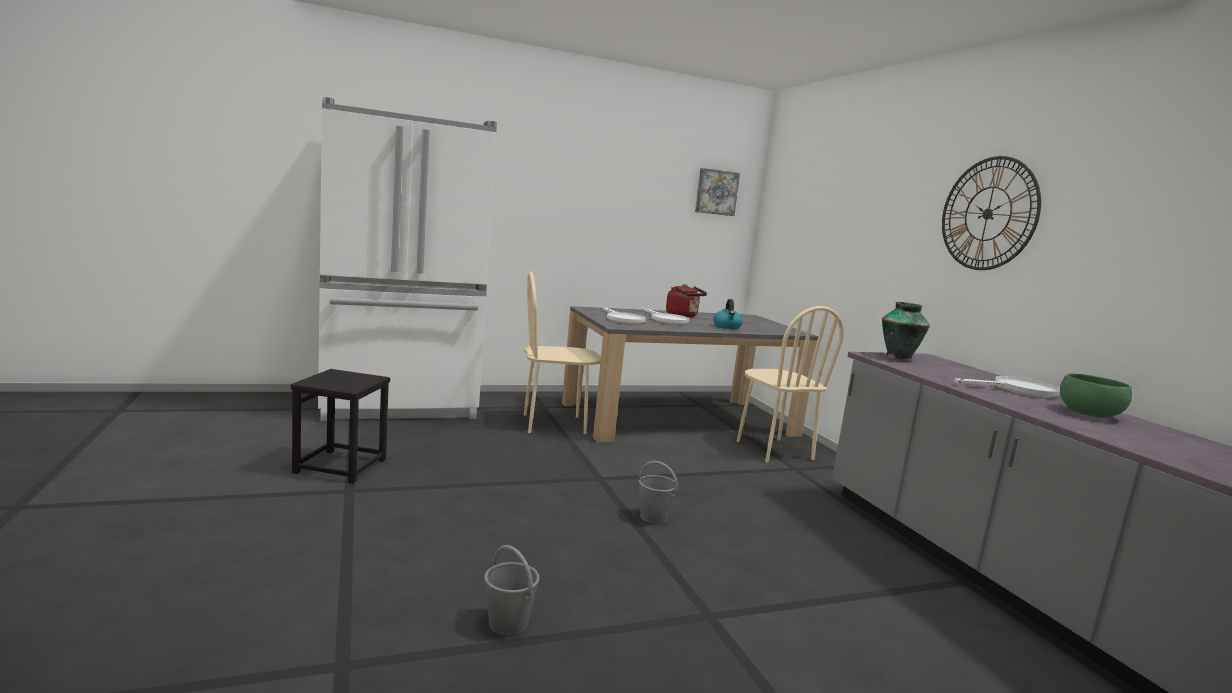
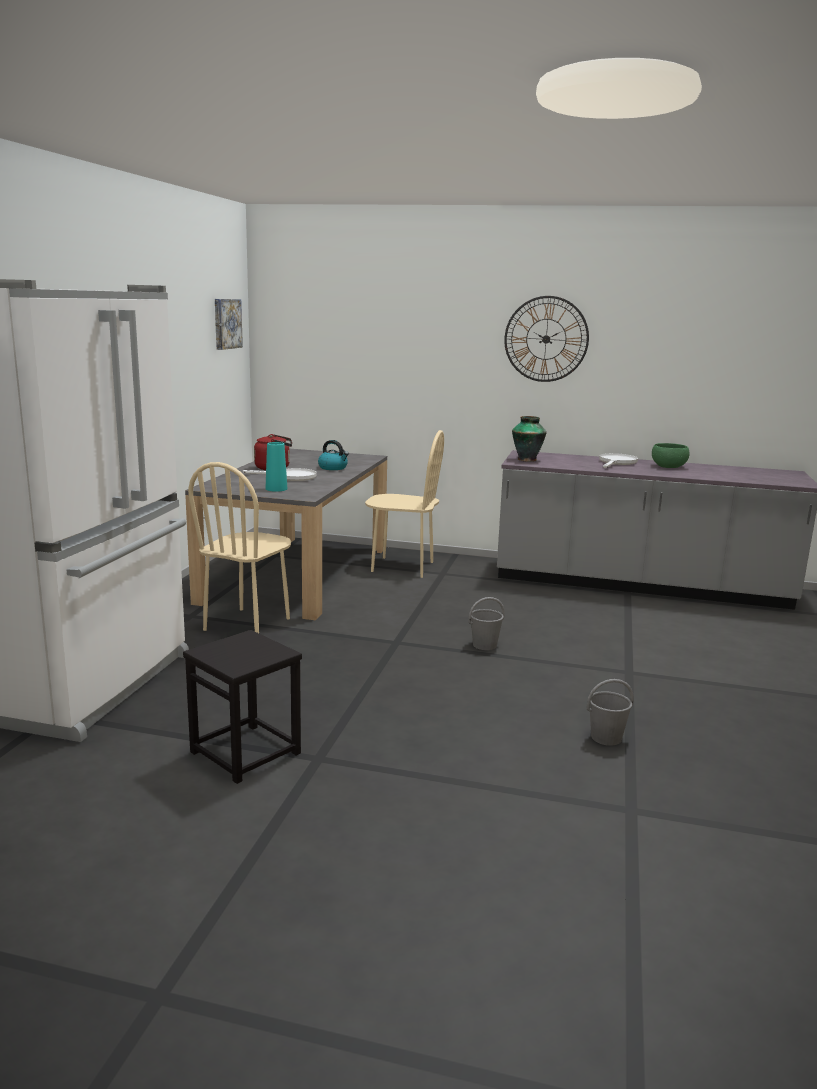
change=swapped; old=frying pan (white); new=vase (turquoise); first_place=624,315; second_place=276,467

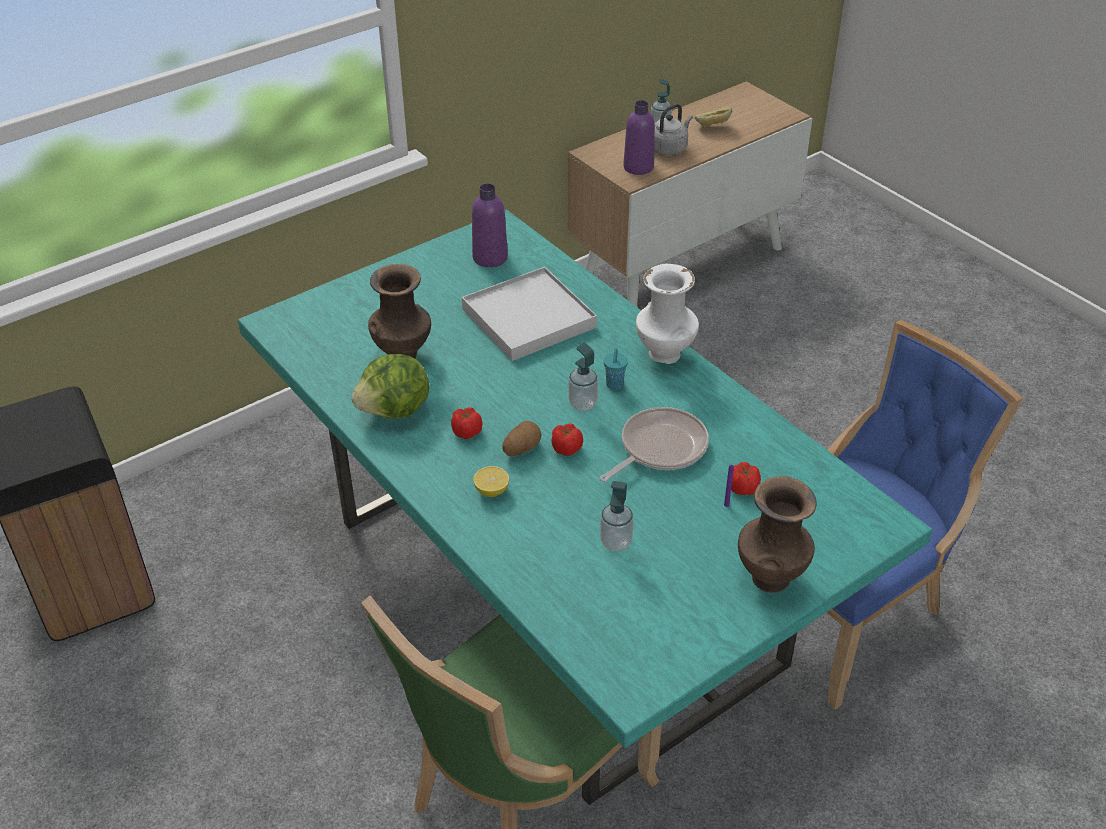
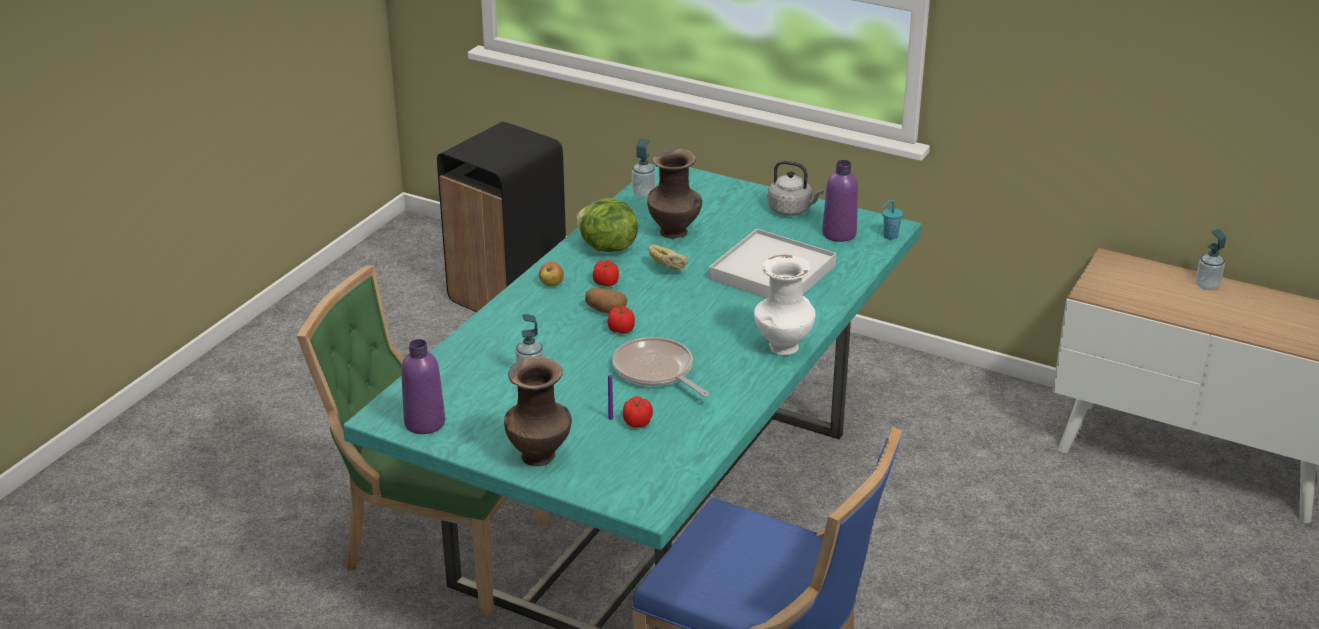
change=shifted; old=bottle (purple); first_place=639,137; second_place=423,386
change=new; new=apple; second_place=551,274
change=rotated; old=frying pan; first_place=654,444; second_place=660,367; degrees=-150
change=shifted; old=soap dispenser; first_place=583,377; second_place=644,168
change=shifted; old=bread; first_place=713,117; second_place=668,257
change=shifted; old=kettle (grey); first_place=673,130; second_place=796,188
change=shifted; old=cup (turquoise); first_place=616,369; second_place=892,219
change=gone; old=lemon; first_place=491,481

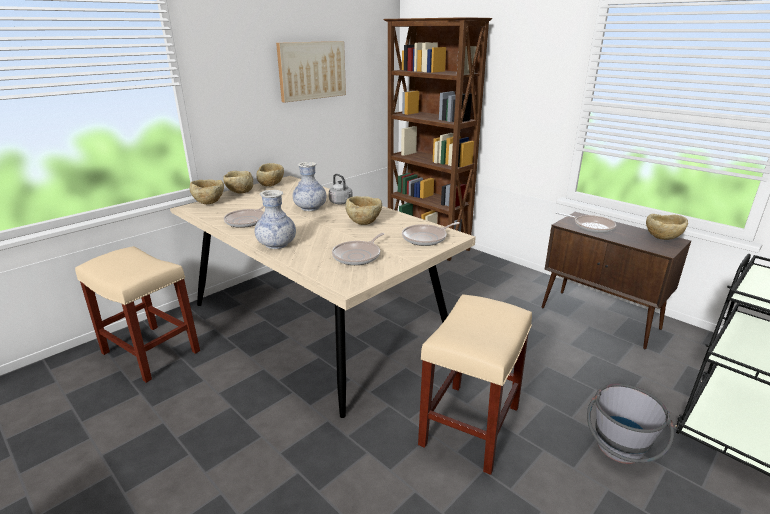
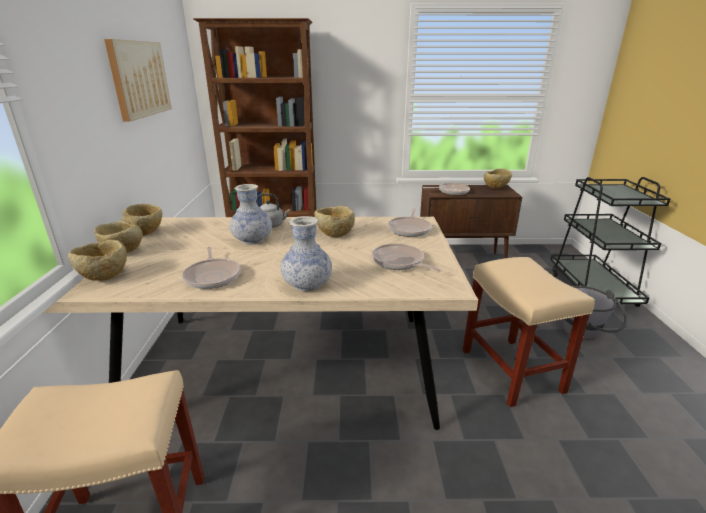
change=rotated; old=frying pan; first_place=358,249; second_place=406,257; degrees=150

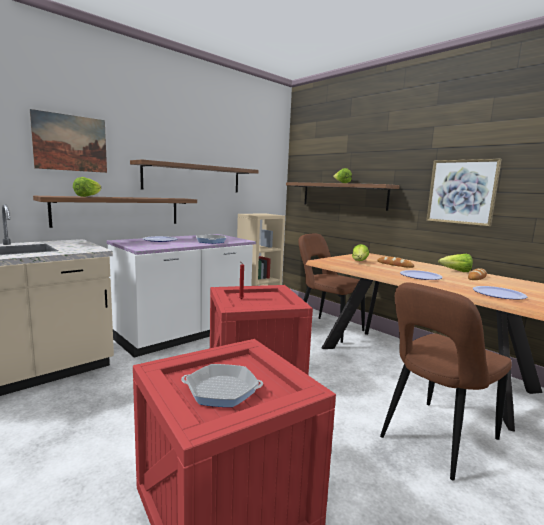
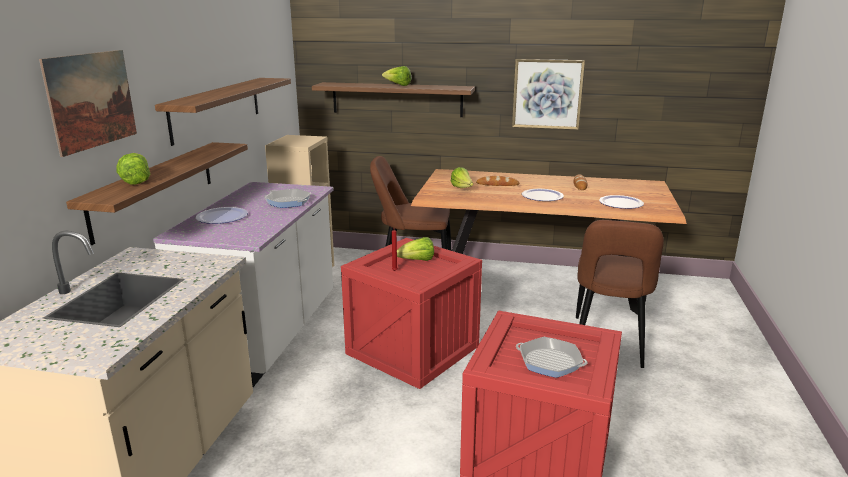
change=shifted; old=lettuce; first_place=455,263; second_place=415,249
change=rotated; old=frying pan; first_place=222,385; second_place=552,357; degrees=-120

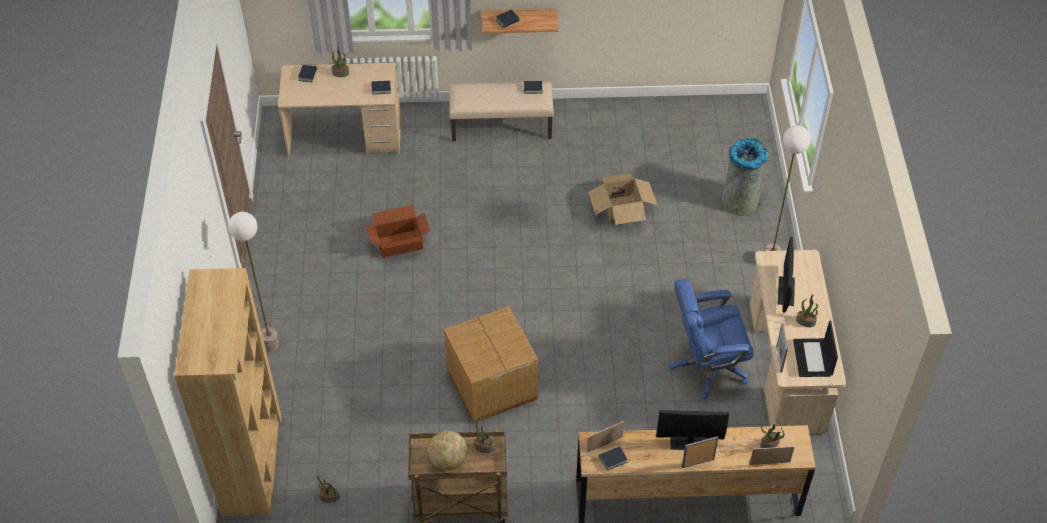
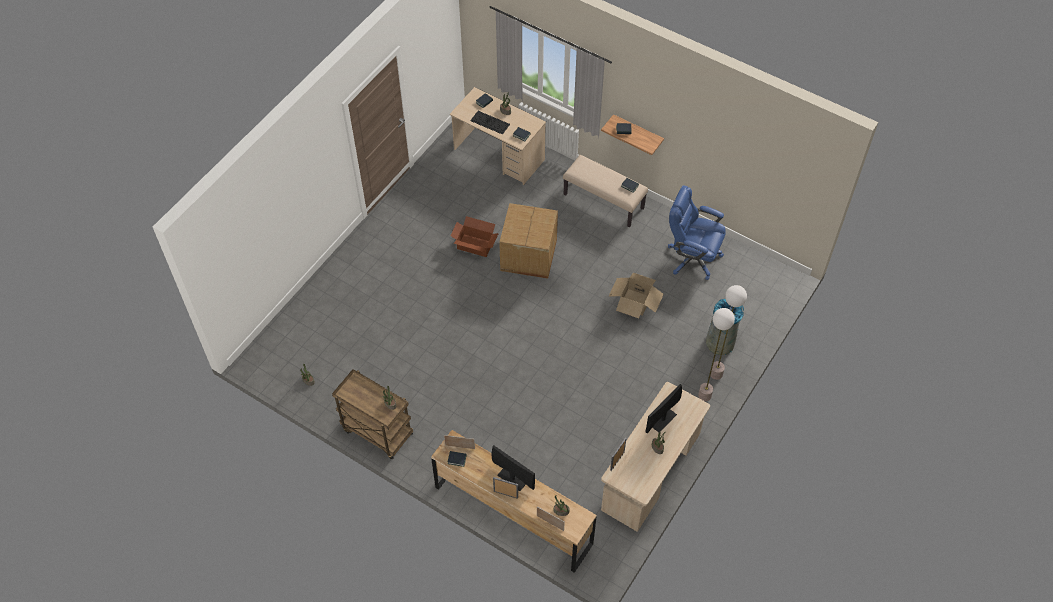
change=new; new=keyboard; second_place=490,123
change=shifted; old=cardboard box; first_place=491,364; second_place=528,241
change=shifted; old=office chair (blue); first_place=711,339; second_place=697,233
change=shifted; old=floor lamp; first_place=253,282; second_place=728,332
change=gone; old=bookcase (brown); first_place=228,392
change=gone; old=globe; first_place=447,450
change=gone; old=laptop; first_place=815,348

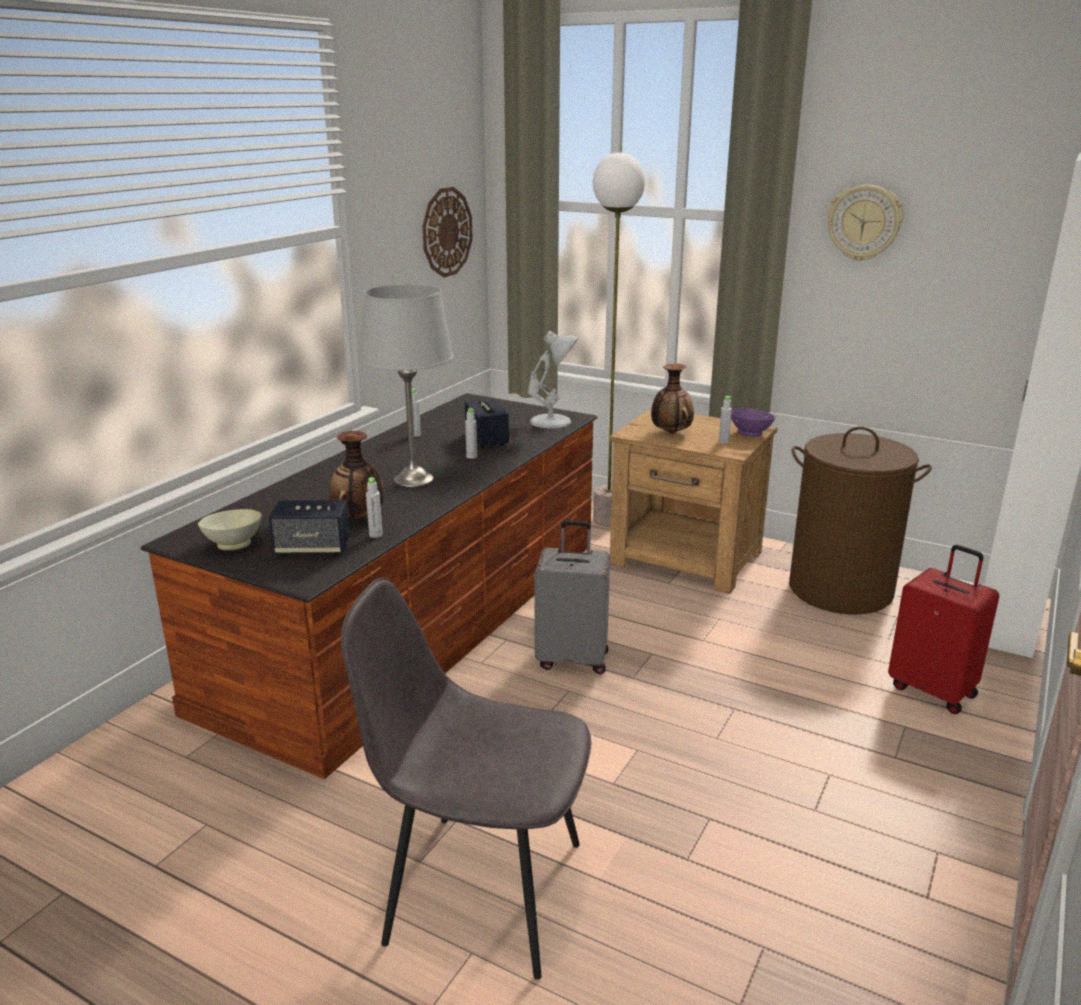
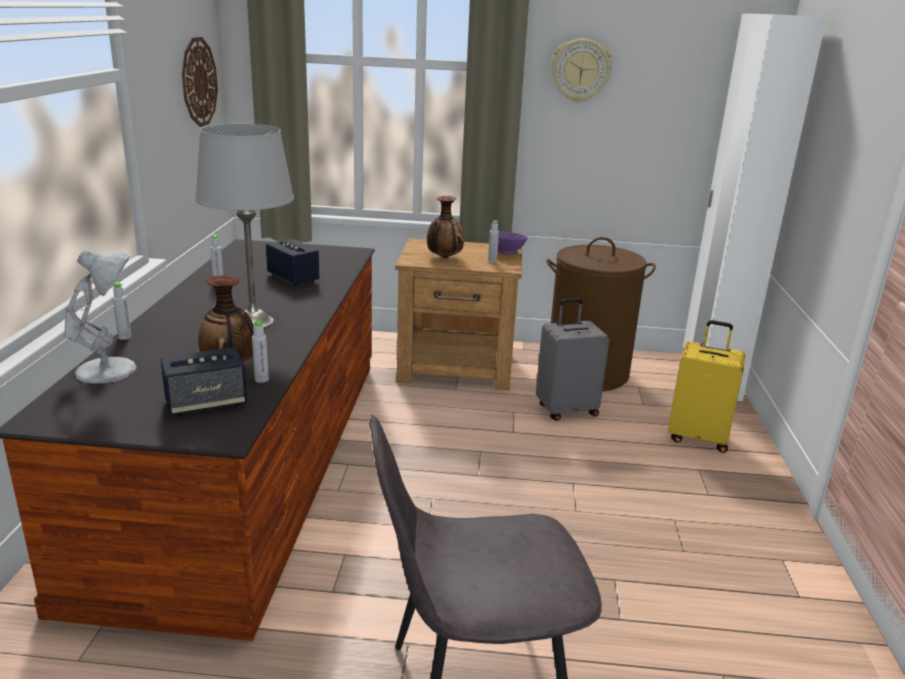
change=shifted; old=table lamp (white); first_place=552,380; second_place=100,316
change=shifted; old=bottle (grey); first_place=471,433; second_place=122,311
change=shifted; old=suitcase (grey); first_place=572,597; second_place=572,359
change=repainted; old=suitcase (red); new=suitcase (yellow); first_place=943,629; second_place=706,386
change=gone; old=bowl (beige); first_place=230,529
change=gone; old=floor lamp; first_place=619,339

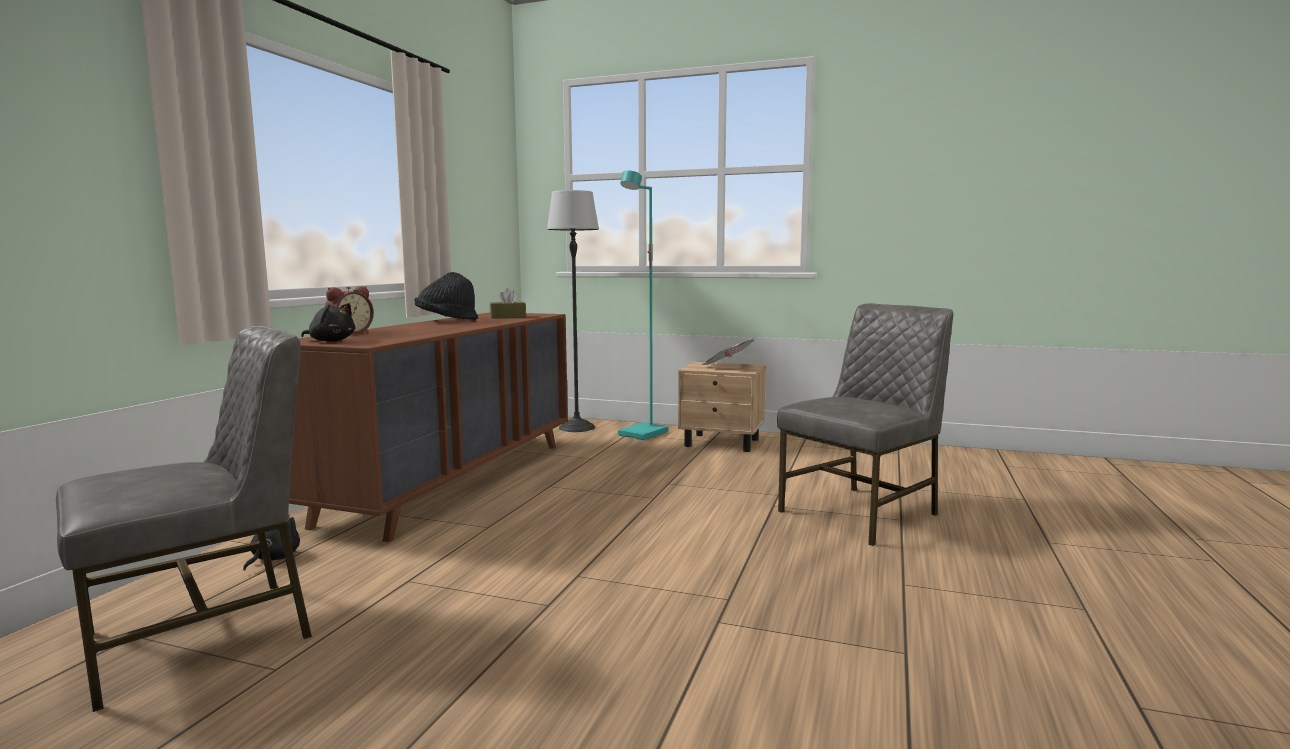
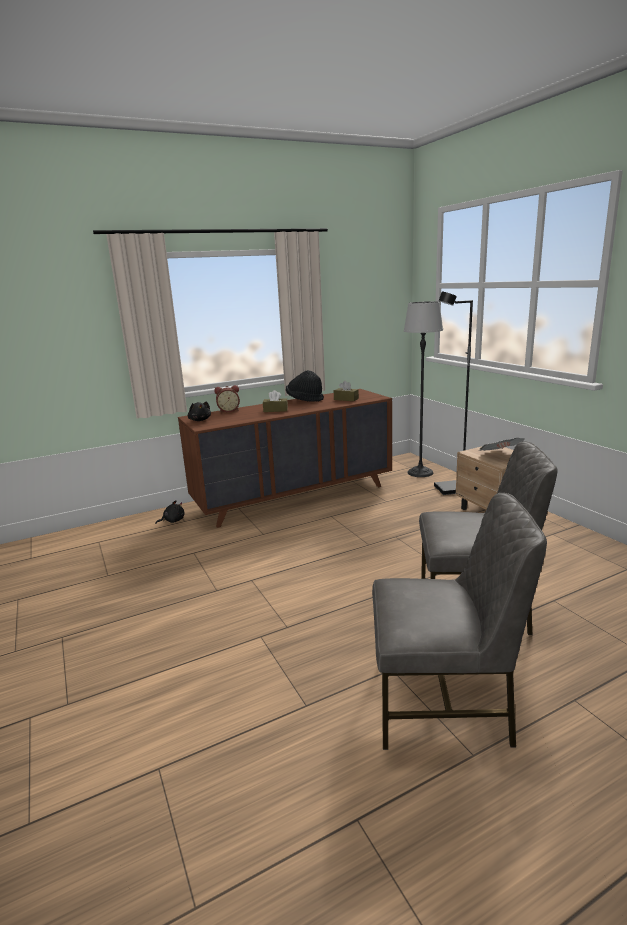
change=new; new=tissue box (brown); second_place=275,401
change=shifted; old=chair (grey); first_place=184,519; second_place=459,621
change=repainted; old=floor lamp (turquoise); new=floor lamp (black); first_place=643,305; second_place=453,393

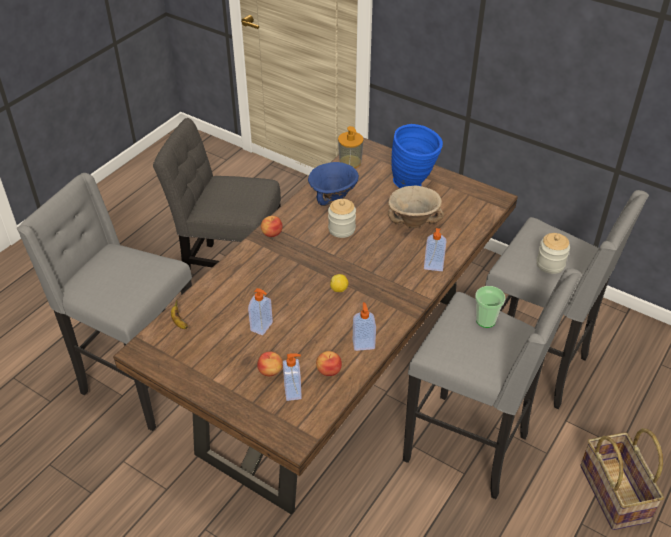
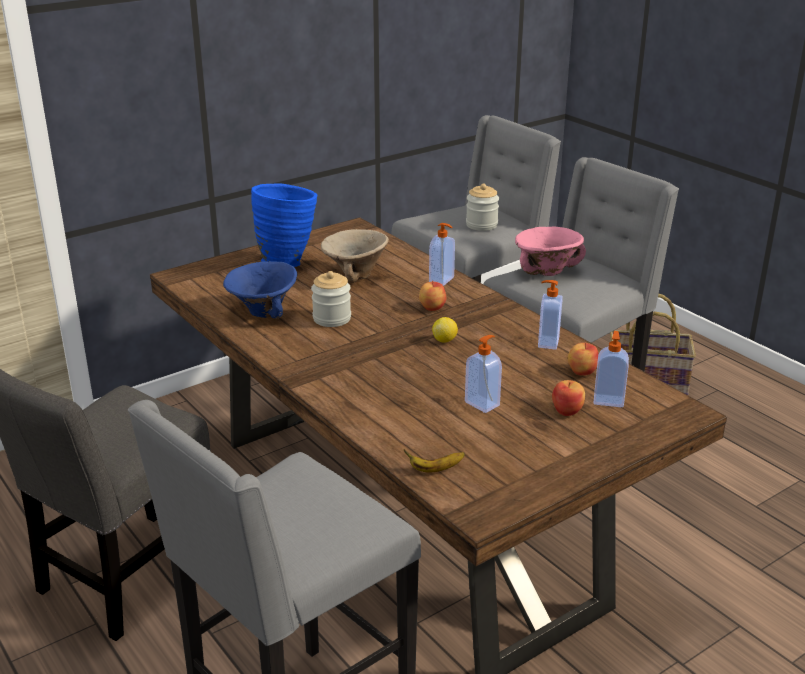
change=shifted; old=apple; first_place=272,226; second_place=432,296
change=swapped; old=cup; new=bowl (pink); first_place=490,307; second_place=550,251
change=gone; old=soap dispenser; first_place=351,147

